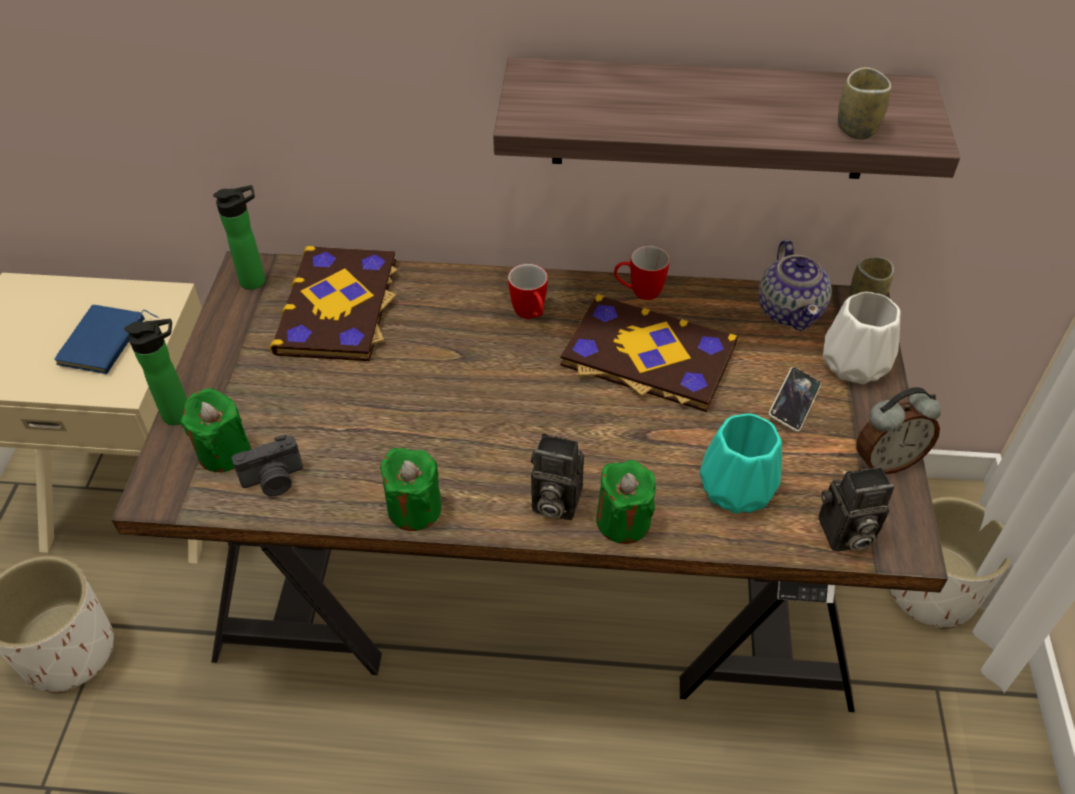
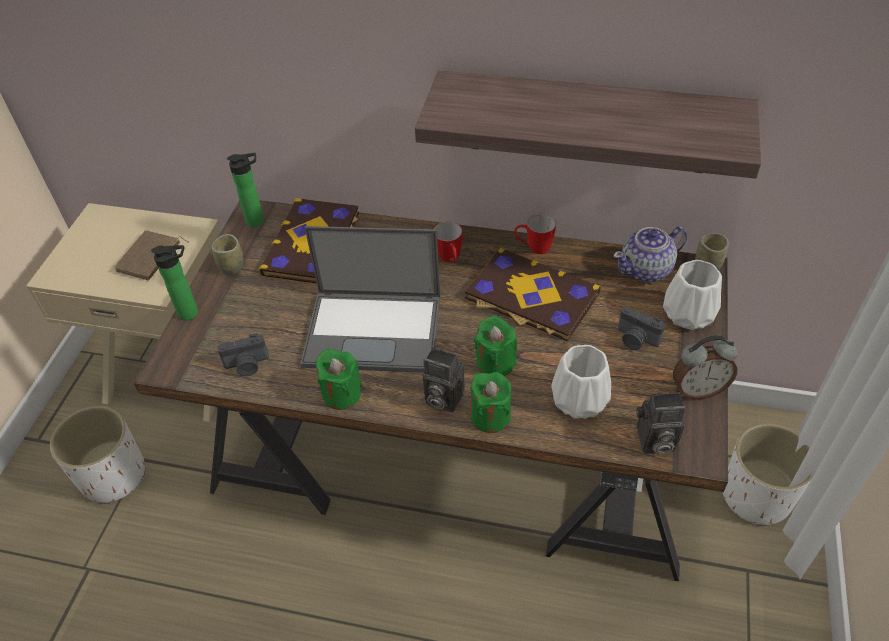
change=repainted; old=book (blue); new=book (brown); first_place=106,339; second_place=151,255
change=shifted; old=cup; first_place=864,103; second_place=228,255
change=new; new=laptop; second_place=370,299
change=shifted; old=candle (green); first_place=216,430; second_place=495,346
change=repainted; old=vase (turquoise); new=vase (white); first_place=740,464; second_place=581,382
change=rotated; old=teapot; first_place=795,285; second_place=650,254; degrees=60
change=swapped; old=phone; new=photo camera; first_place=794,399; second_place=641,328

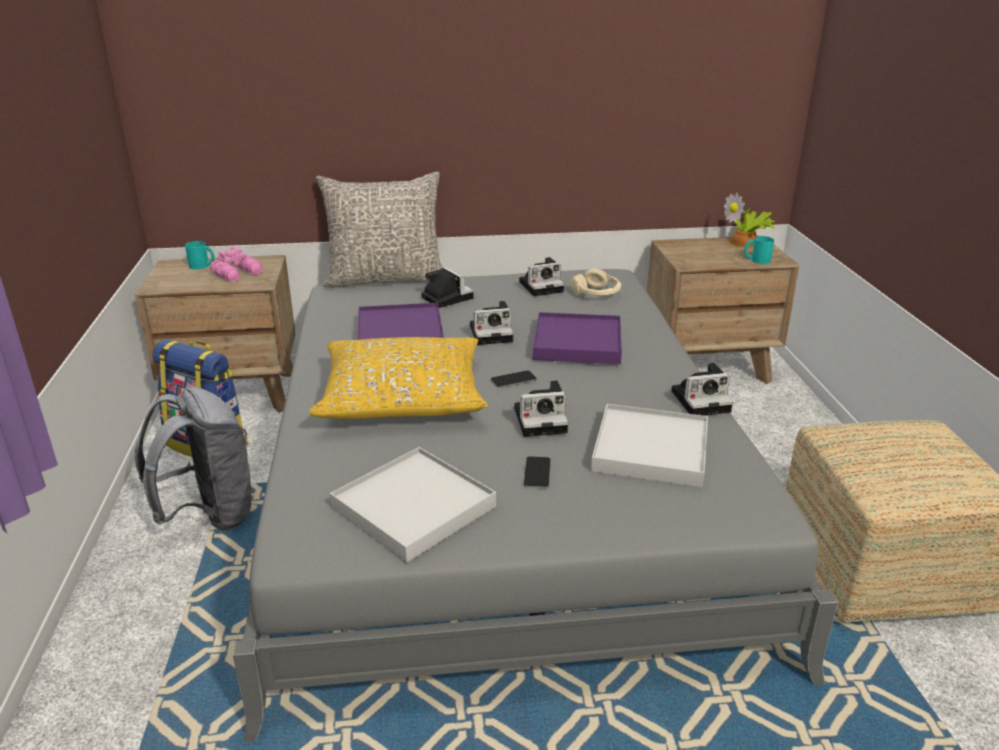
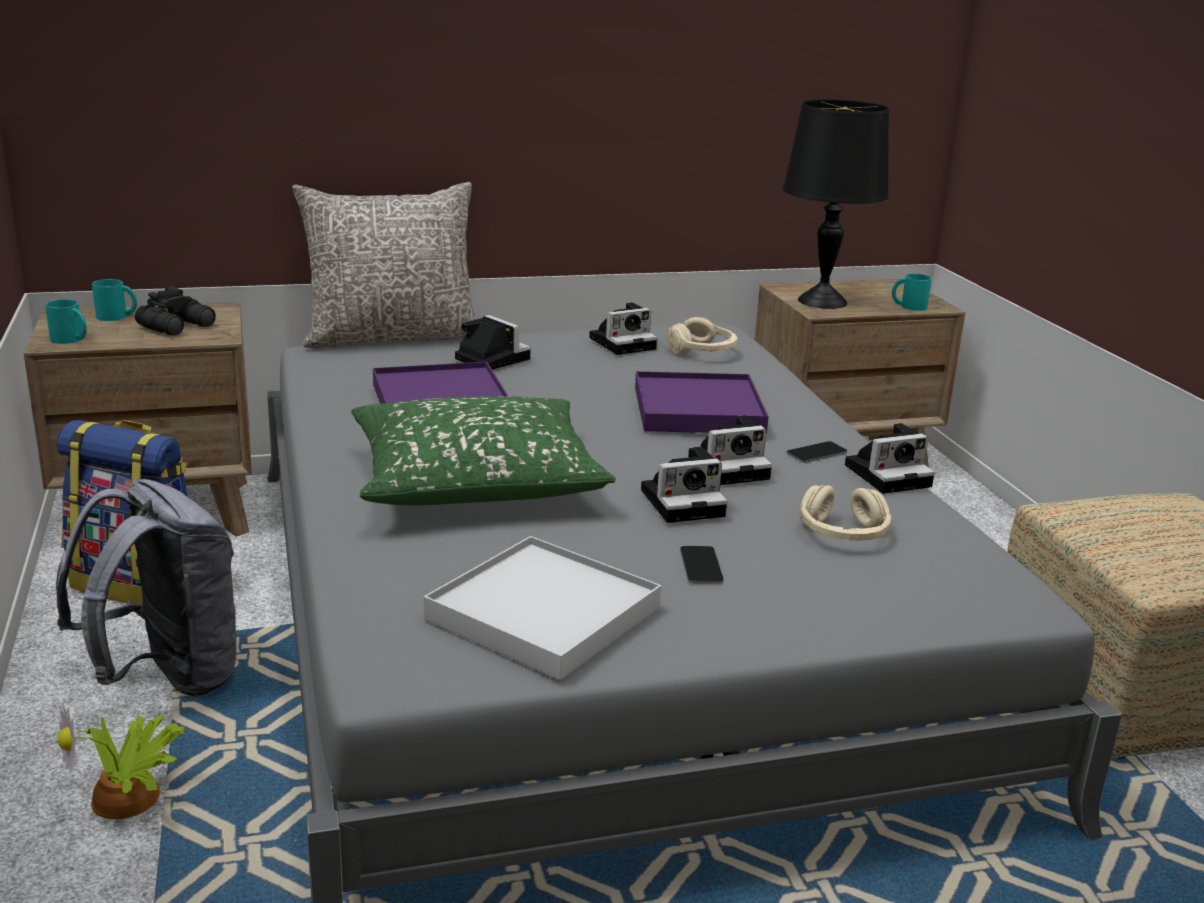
change=new; new=mug (turquoise); second_place=66,321
change=shifted; old=potted plant; first_place=749,220; second_place=121,762
change=repainted; old=binoculars (pink); new=binoculars (black); first_place=236,264; second_place=175,311
change=repainted; old=pillow (yellow); new=pillow (green); first_place=398,378; second_place=483,450
change=shifted; old=photo camera; first_place=492,323; second_place=730,450
change=new; new=table lamp (black); second_place=836,204
change=shifted; old=phone; first_place=514,379; second_place=817,452
change=swapped; old=tray (white); new=headphones (beige); first_place=649,445; second_place=845,513

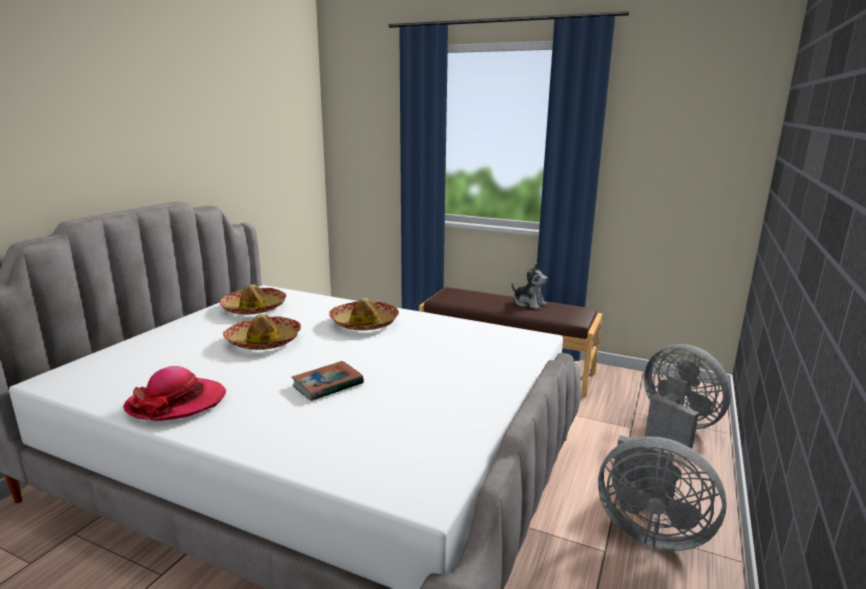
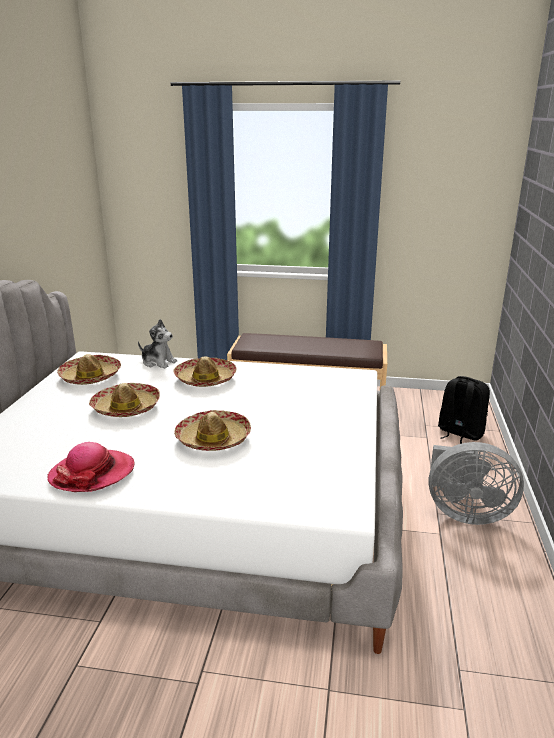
change=shifted; old=plush toy; first_place=530,286; second_place=157,343
change=swapped; old=book; new=hat; first_place=328,381; second_place=212,430
change=swapped; old=fan (grey); new=backpack (black); first_place=687,401; second_place=464,410

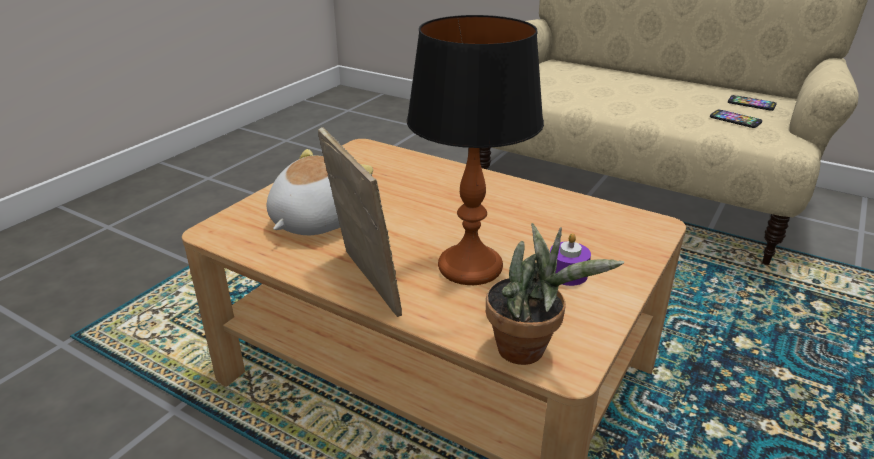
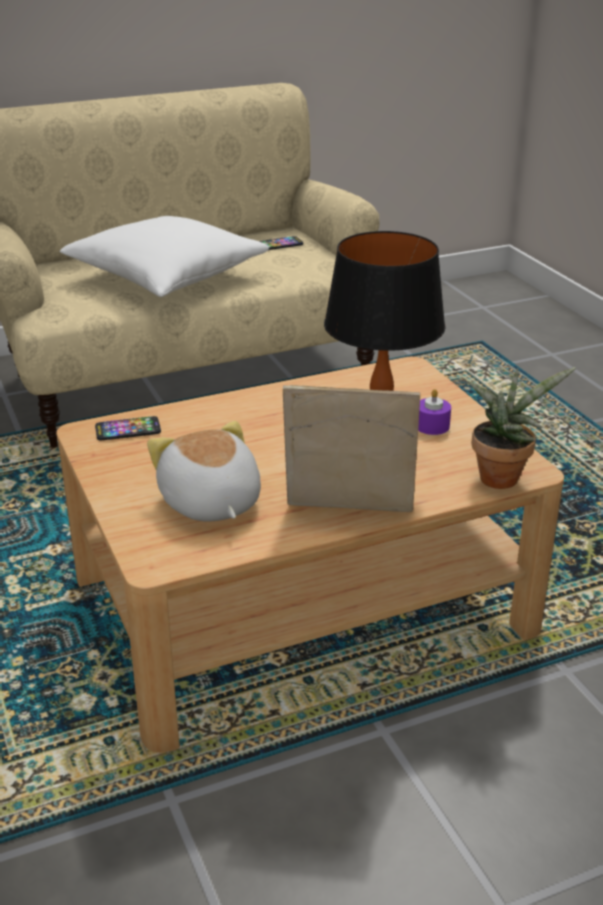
change=new; new=pillow (white); second_place=164,256
change=shifted; old=phone; first_place=736,119; second_place=128,428

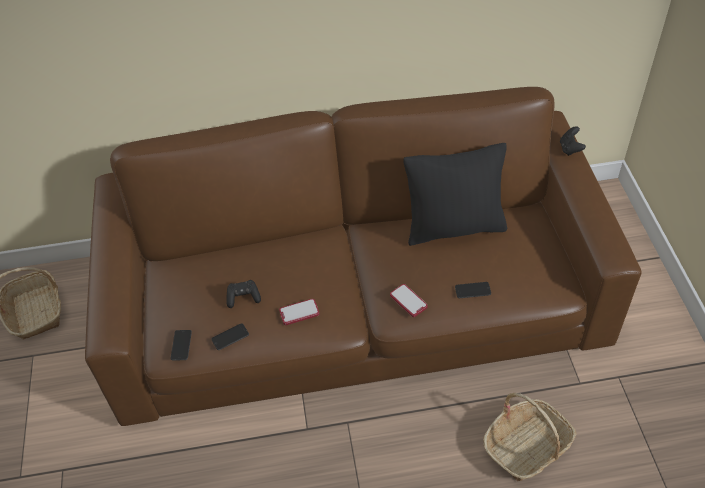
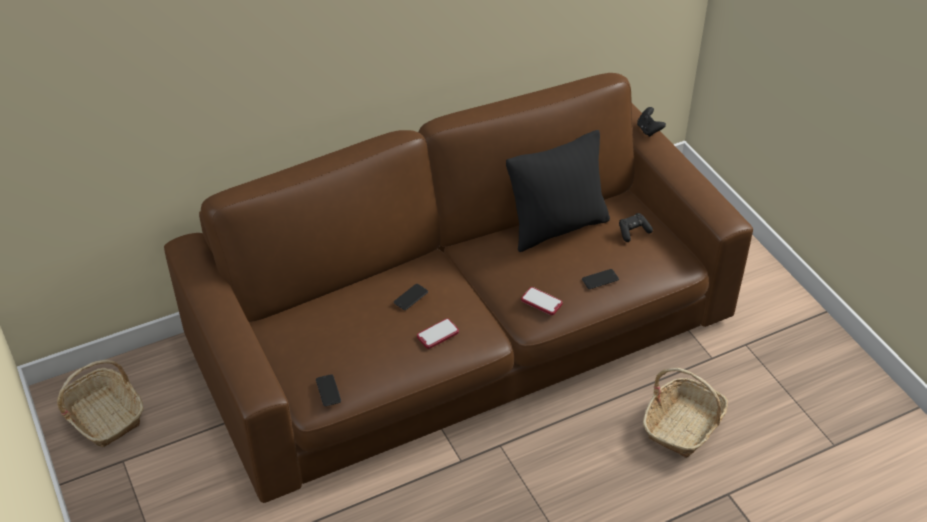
change=shifted; old=phone; first_place=230,336; second_place=411,297
change=shifted; old=game controller (black); first_place=244,294; second_place=636,227

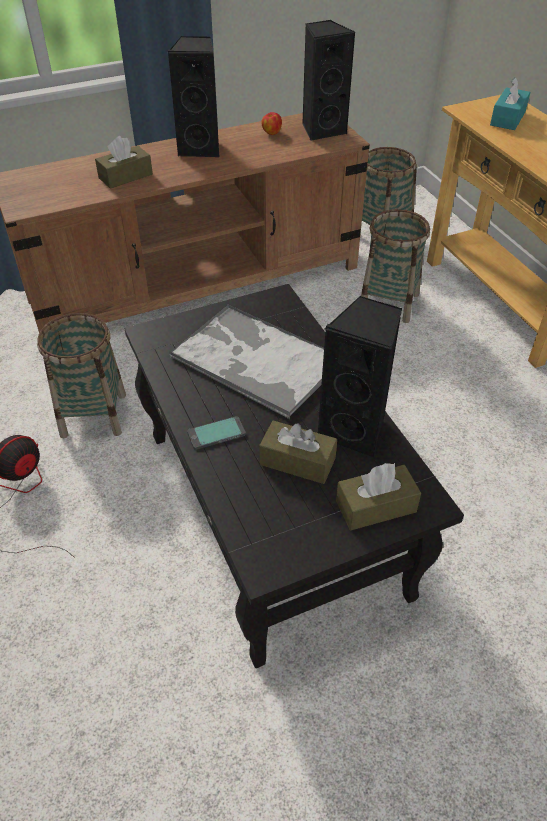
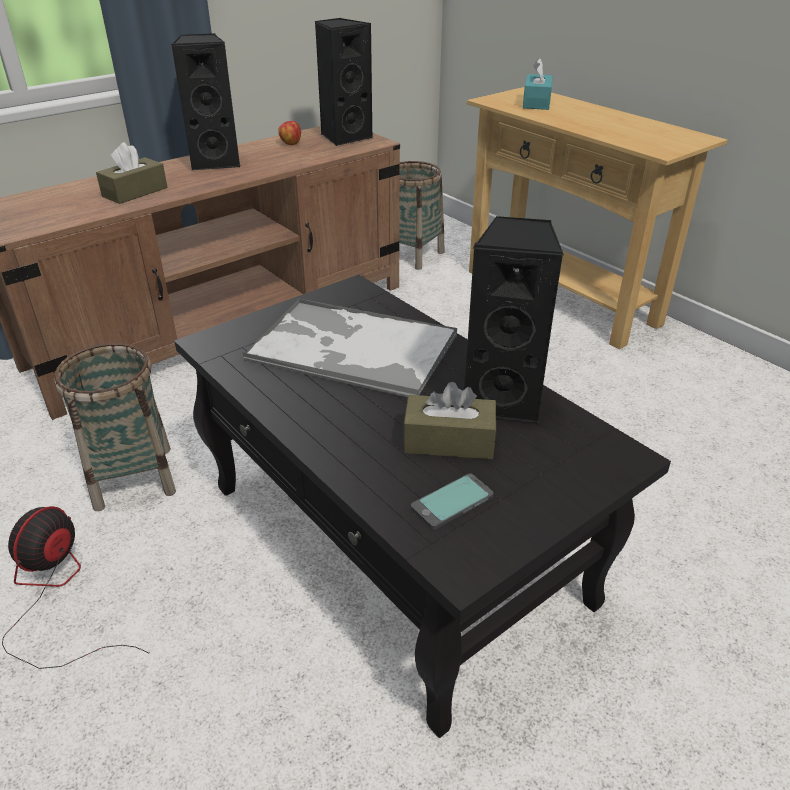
change=shifted; old=phone; first_place=216,433; second_place=452,501
change=gone; old=tissue box (brown); first_place=378,496
change=gone; old=basket; first_place=395,266

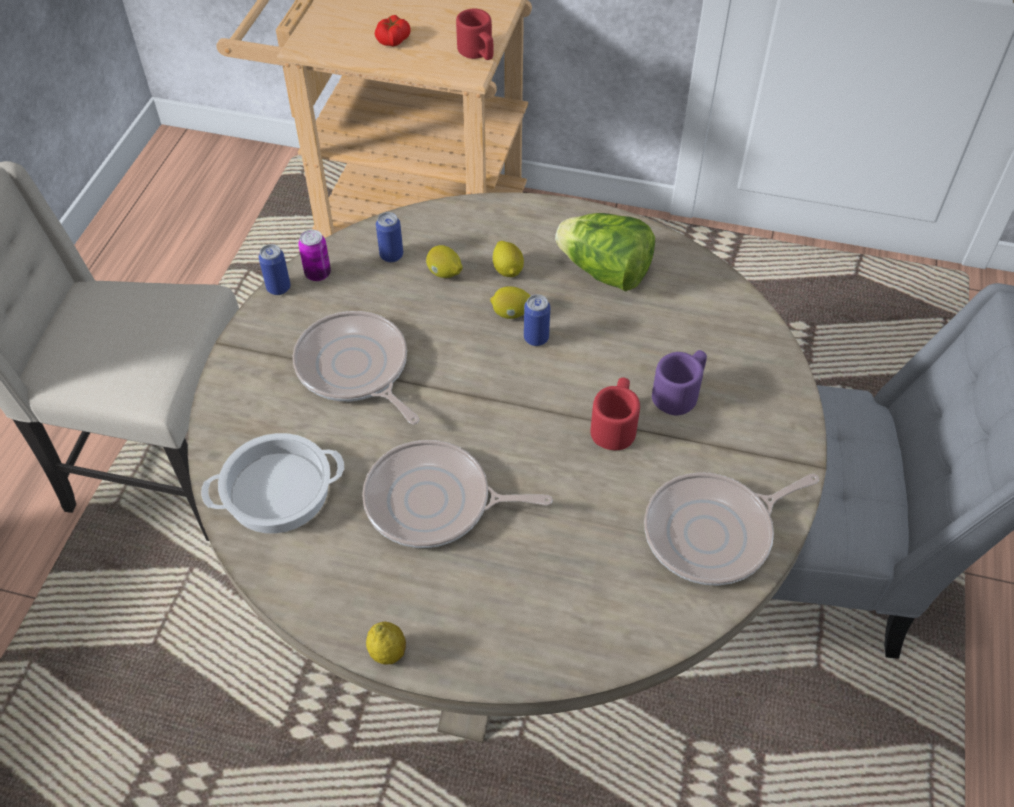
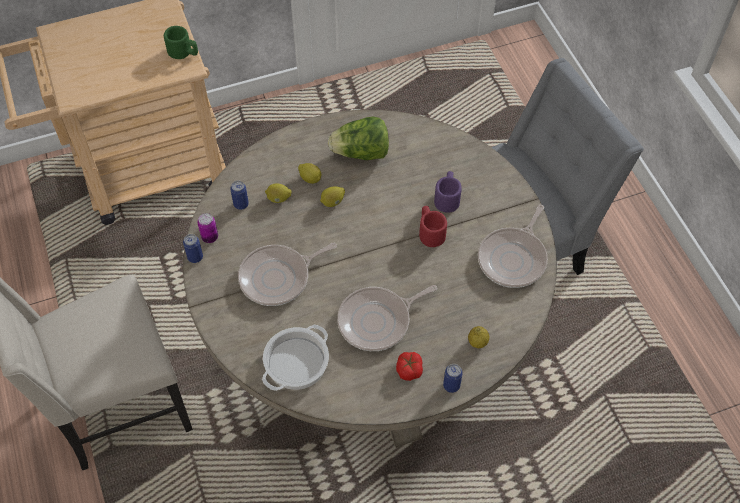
change=repainted; old=mug (red); new=mug (green); first_place=475,34; second_place=181,42
change=rotated; old=frying pan; first_place=356,368; second_place=287,274; degrees=-45
change=shifted; old=tomato; first_place=392,30; second_place=409,366
change=shifted; old=can; first_place=537,320; second_place=453,378
change=shifted; old=lemon; first_place=386,643; second_place=478,337

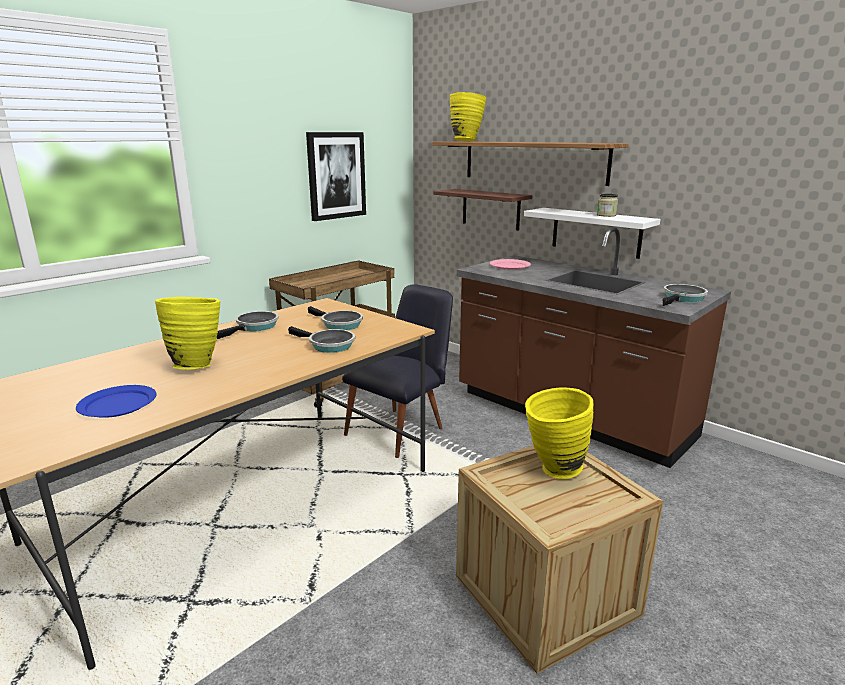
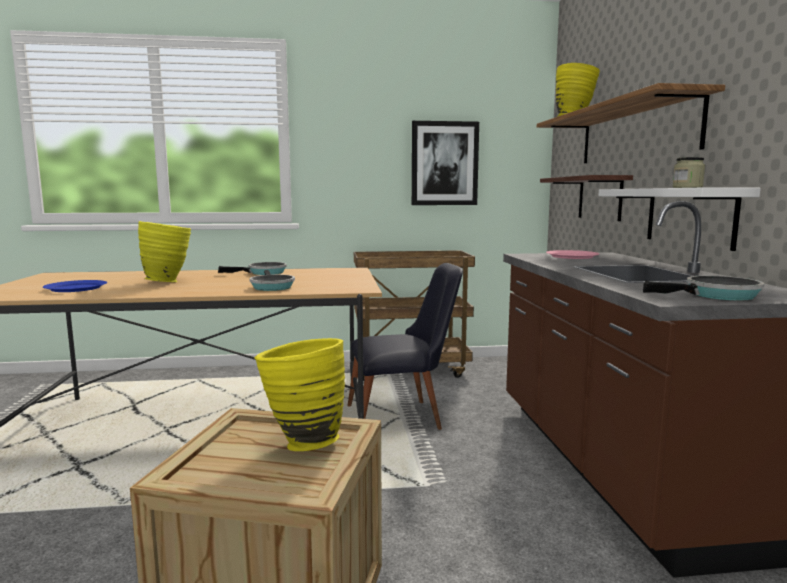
change=gone; old=frying pan; first_place=335,318

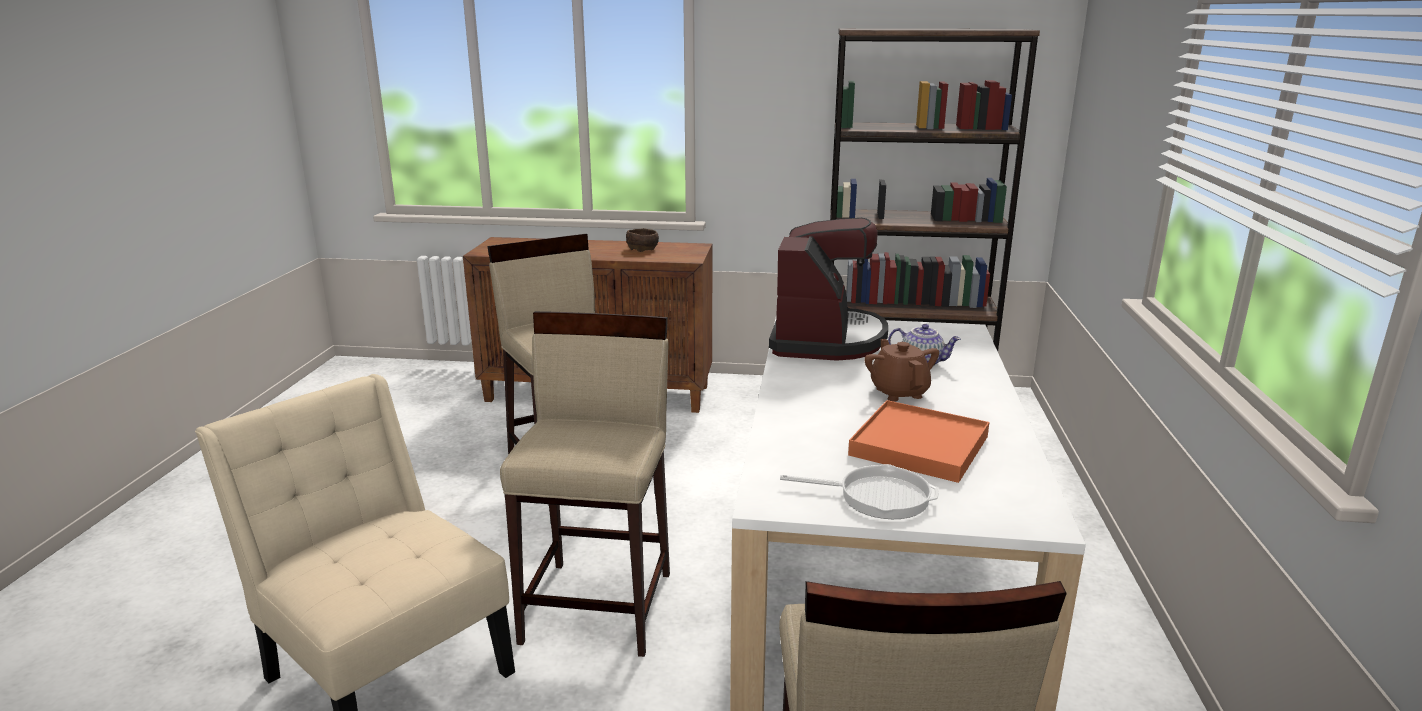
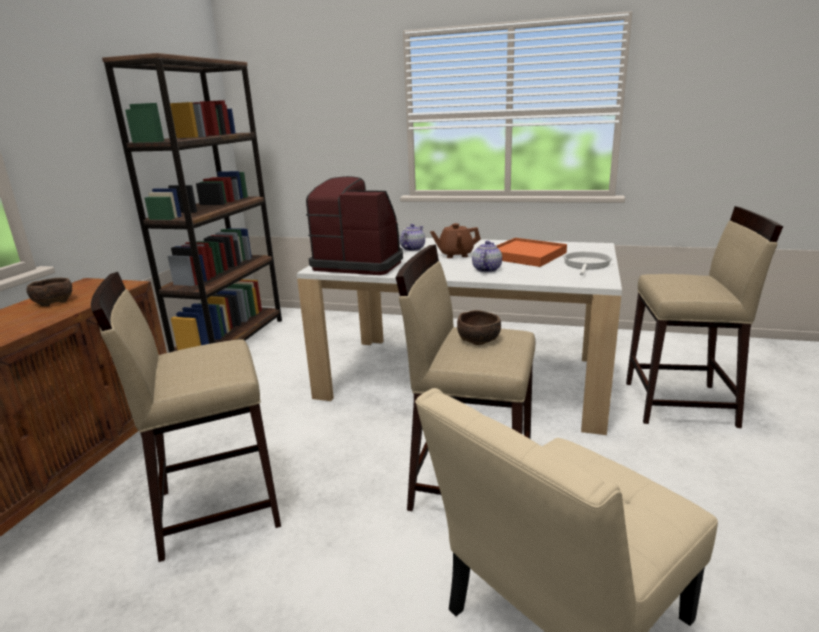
change=new; new=bowl (brown); second_place=479,327
change=new; new=teapot; second_place=487,256

